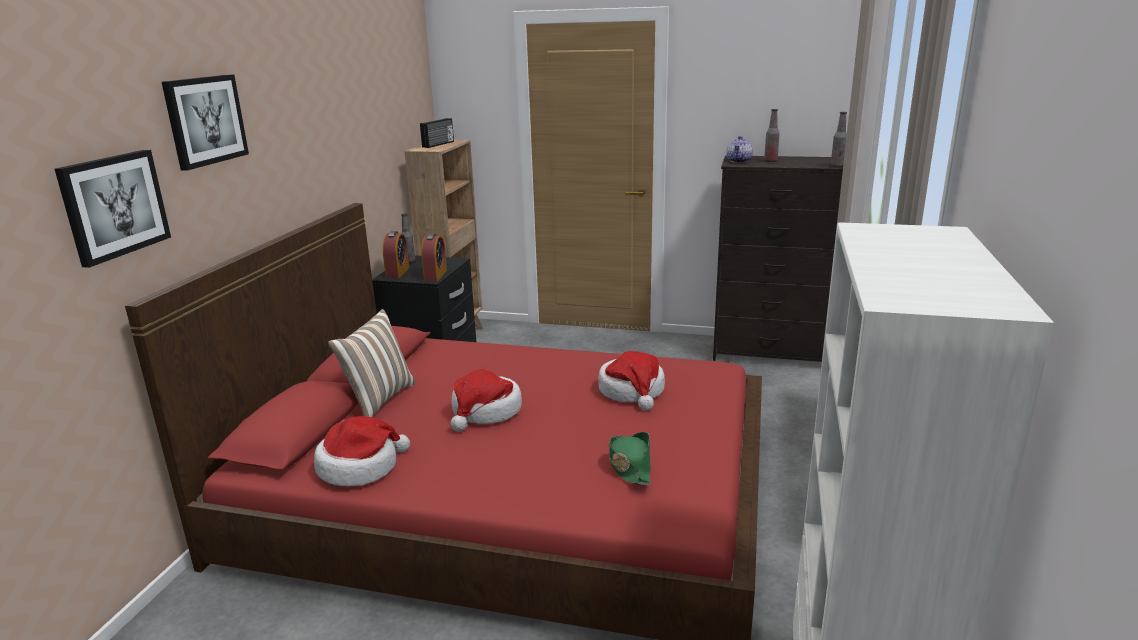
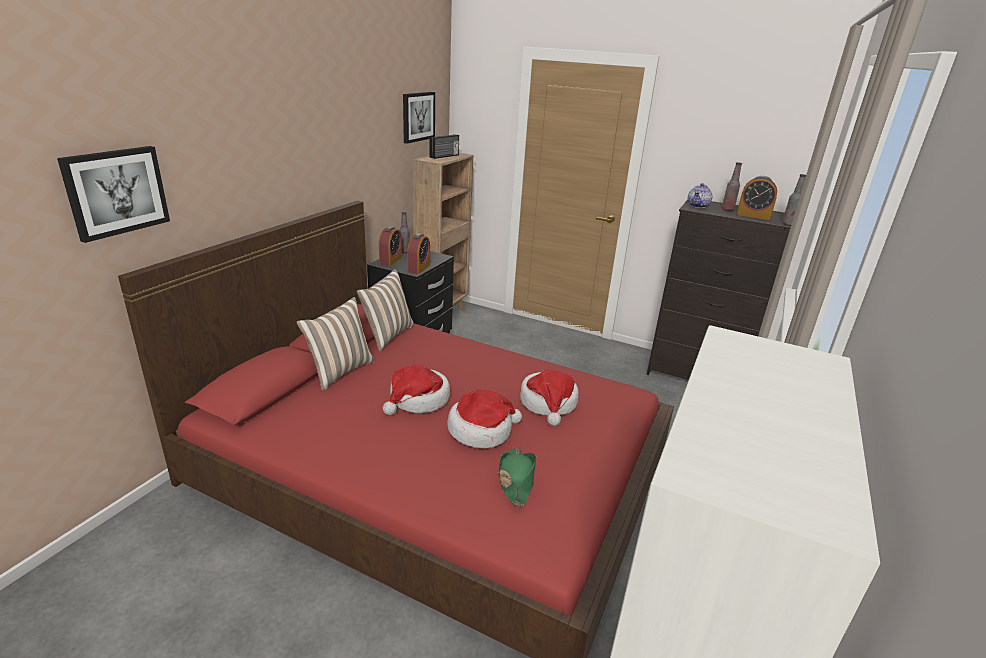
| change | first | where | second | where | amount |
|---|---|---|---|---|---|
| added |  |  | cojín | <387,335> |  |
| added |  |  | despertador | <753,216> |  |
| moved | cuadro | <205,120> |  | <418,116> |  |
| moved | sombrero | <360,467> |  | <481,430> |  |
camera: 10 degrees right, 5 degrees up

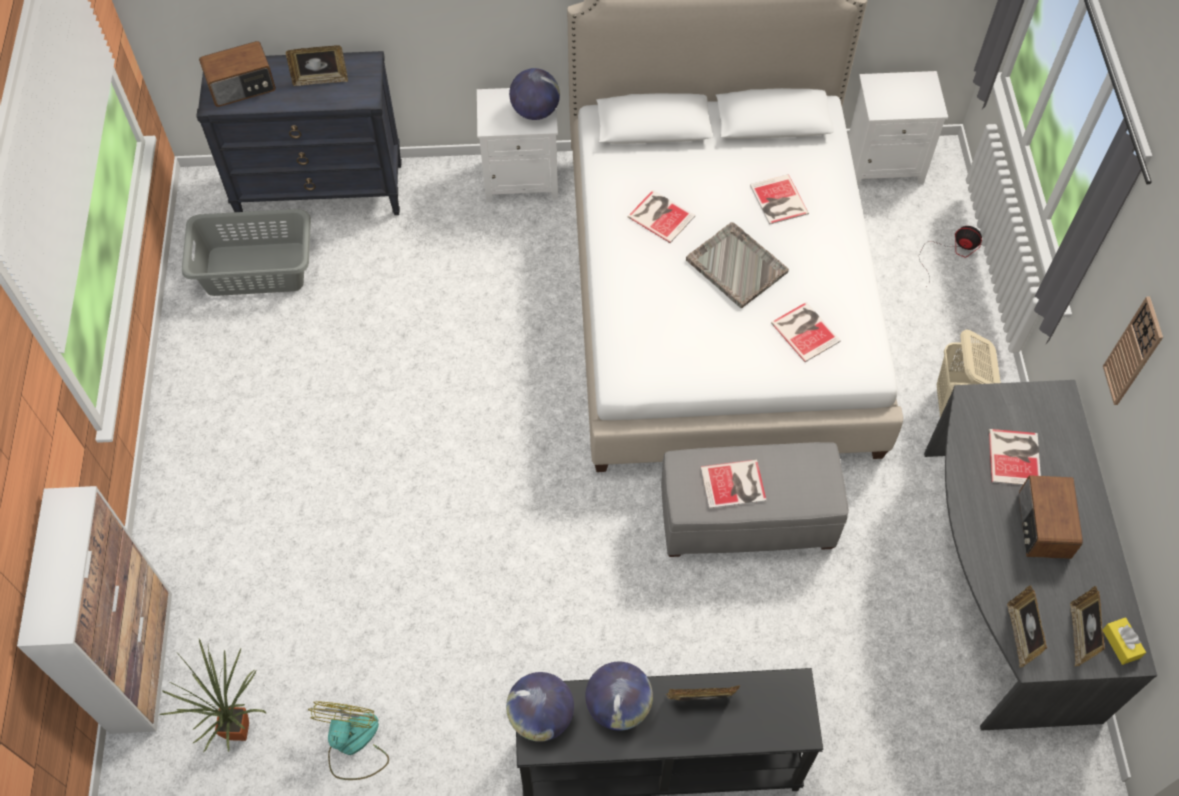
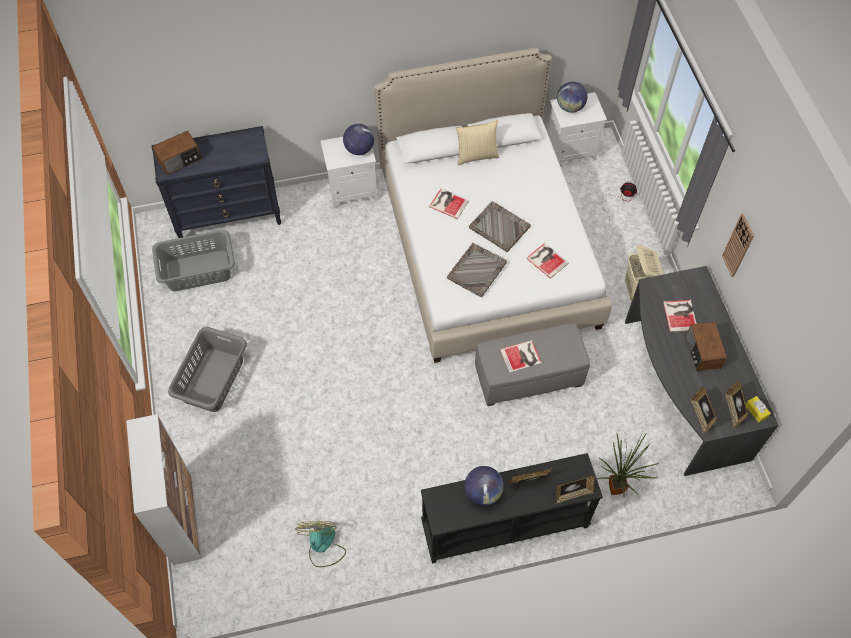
| change | first | where | second | where | amount |
|---|---|---|---|---|---|
| removed | libro | <778,201> |  |  |  |
| added |  |  | cesto de la ropa [gris] | <214,380> |  |
| added |  |  | bandeja [gris] | <477,270> |  |
| added |  |  | cojín | <476,155> |  |
| moved | planta en maceta | <243,732> |  | <618,489> |  |
| moved | portarretratos | <320,80> |  | <572,494> |  |
| moved | globo terráqueo | <541,716> |  | <570,107> |  |
camera: 10 degrees left, 0 degrees up

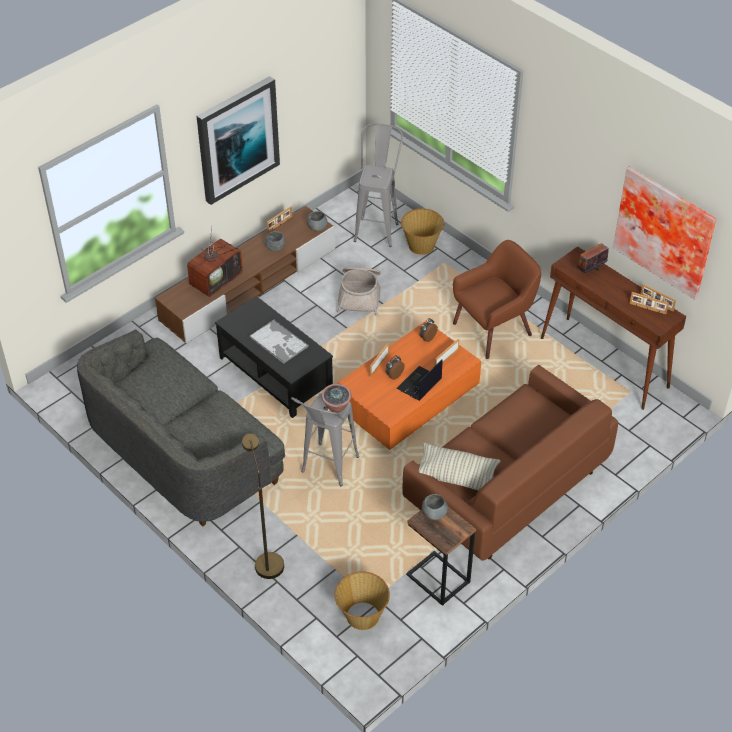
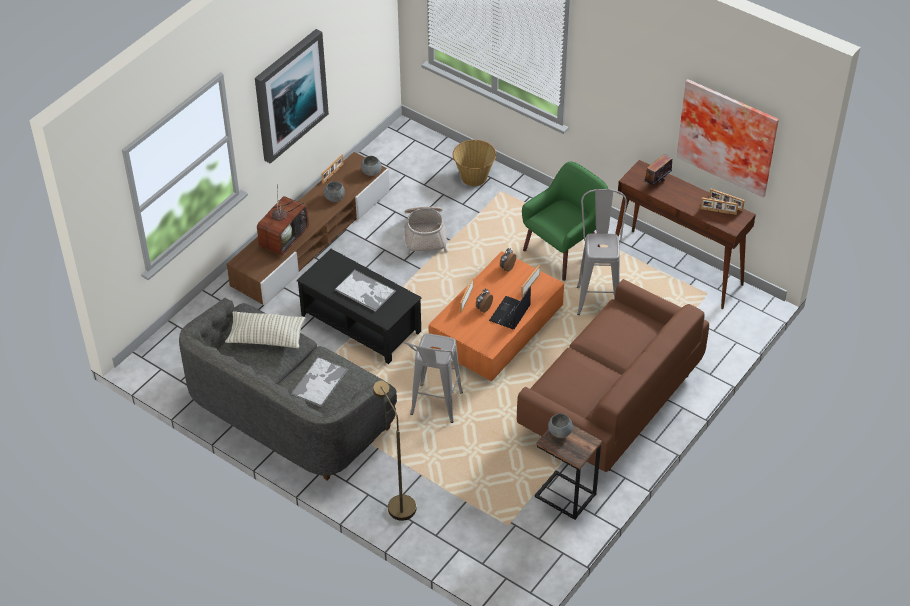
| change | first | where | second | where | amount |
|---|---|---|---|---|---|
| removed | planta en maceta | <336,407> |  |  |  |
| removed | cesta | <362,615> |  |  |  |
| added |  |  | bandeja | <319,382> |  |
| moved | taburete [gris] | <377,227> |  | <597,295> |  |
| moved | cojín | <456,475> |  | <266,337> |  |
| recoloured | sillón [marrón] | <493,329> | sillón [verde] | <564,251> |  |
camera: 10 degrees left, 0 degrees up

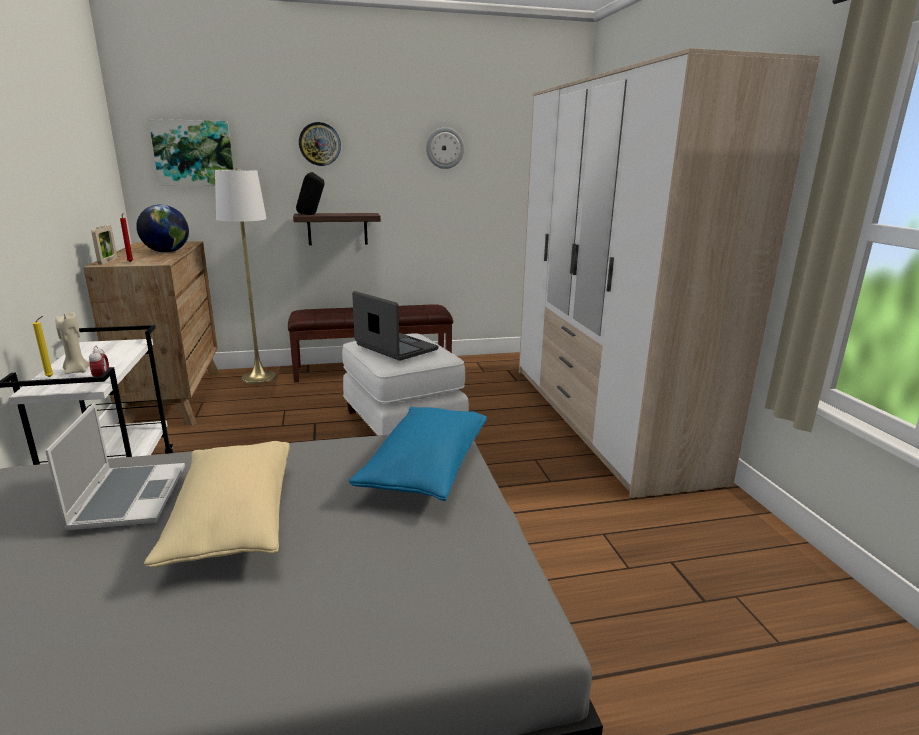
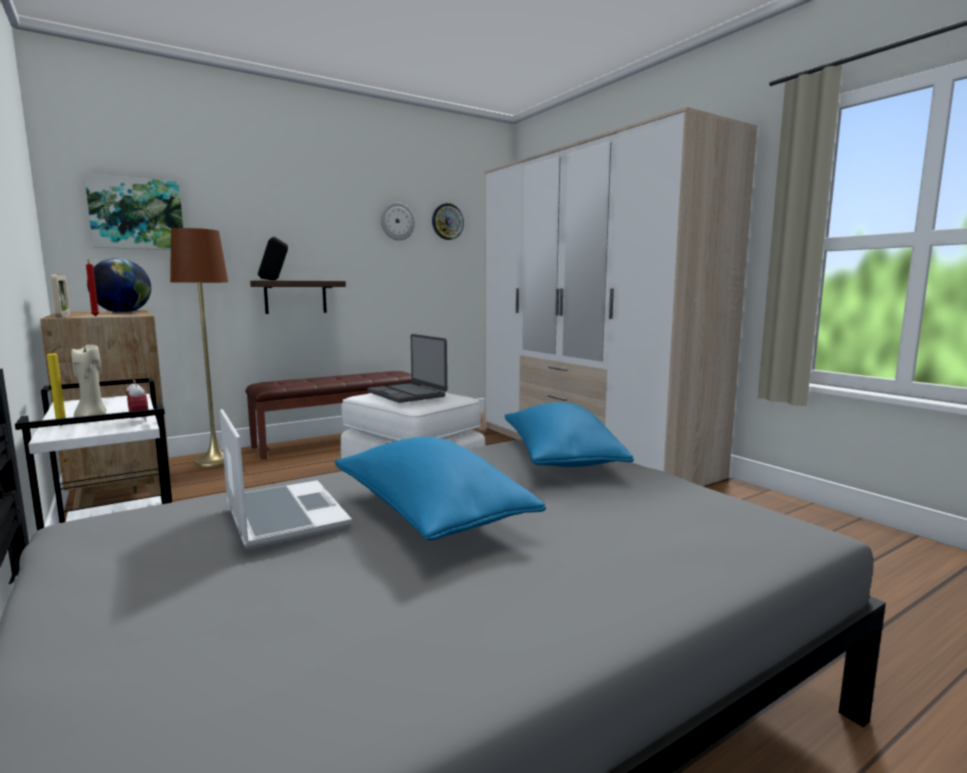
| change | first | where | second | where | amount |
|---|---|---|---|---|---|
| moved | reloj de pared | <320,144> |  | <447,221> |  |
| recoloured | cojín [beis] | <233,520> | cojín [azul] | <429,514> |  |
| recoloured | lámpara de pie [blanco] | <259,377> | lámpara de pie [marrón] | <215,460> |  |
| turned | portátil | <395,348> |  | <407,394> | 150 degrees counterclockwise |
camera: 20 degrees left, 10 degrees down

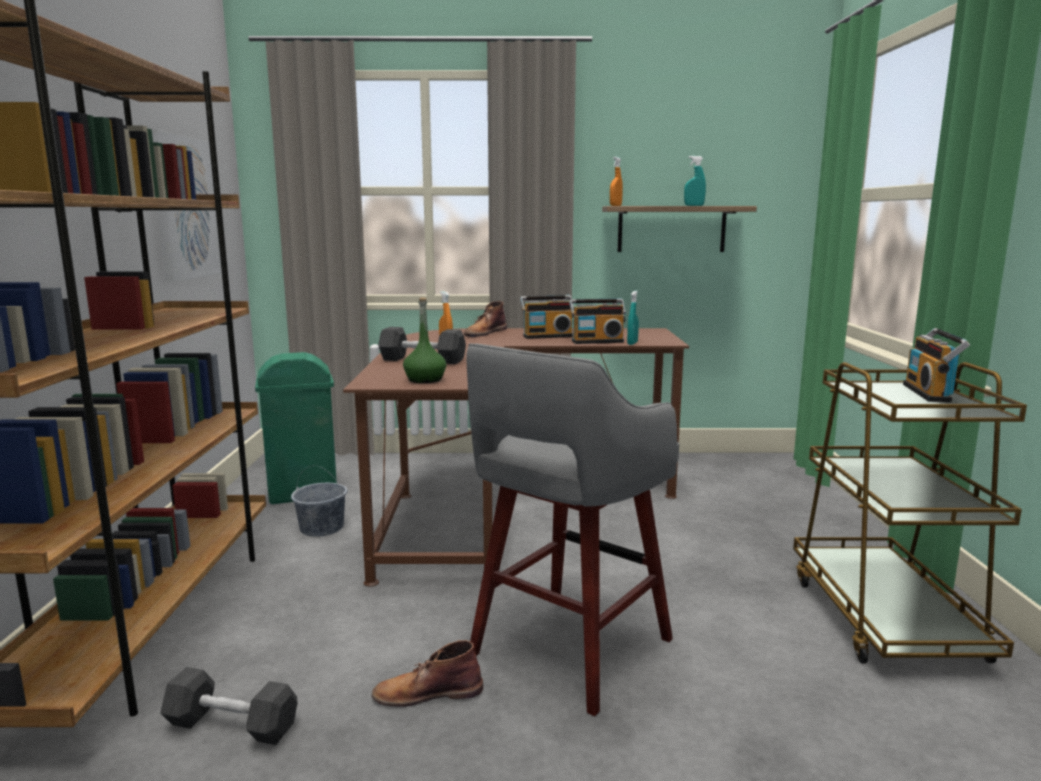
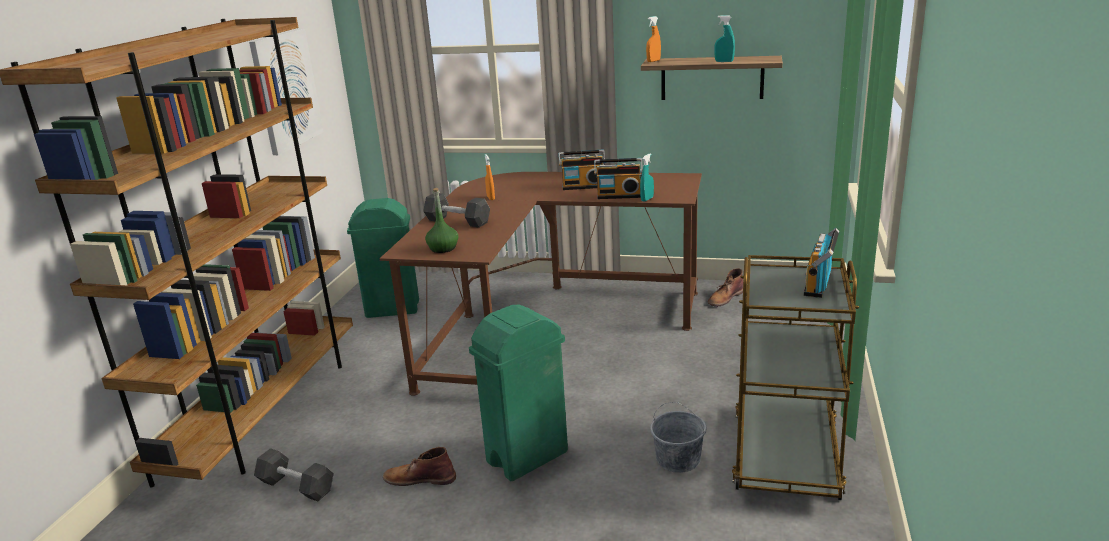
| change | first | where | second | where | amount |
|---|---|---|---|---|---|
| moved | cubo [gris] | <322,528> |  | <678,459> |  |
| moved | bota [marrón] | <484,332> |  | <725,298> |  |
| replaced | taburete [gris] | <567,650> | papelera [verde] | <526,457> |  |
camera: 15 degrees right, 10 degrees up

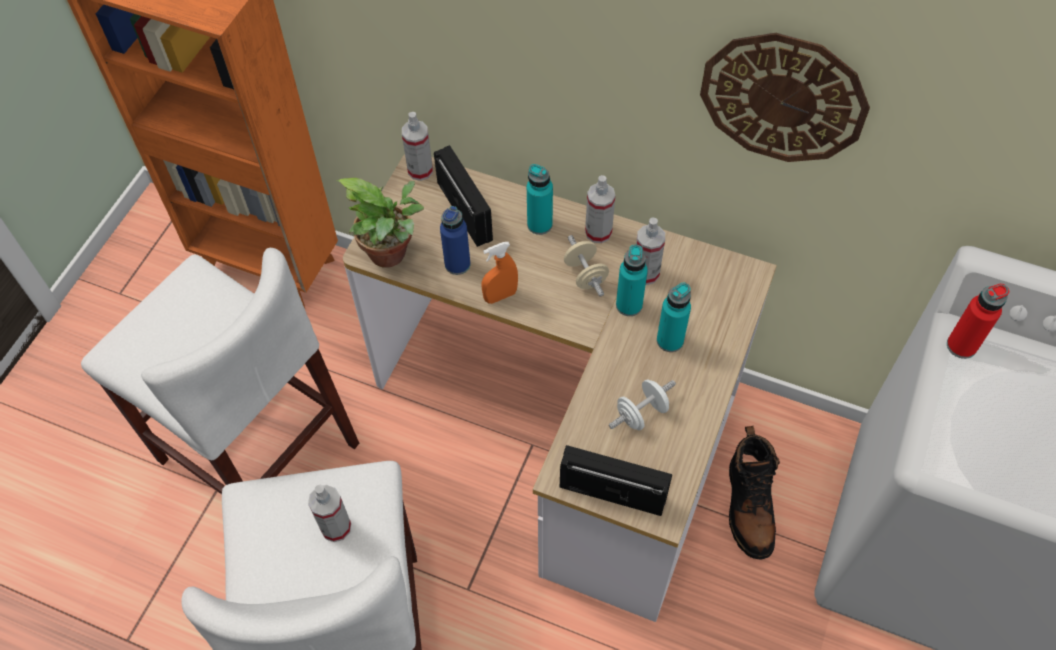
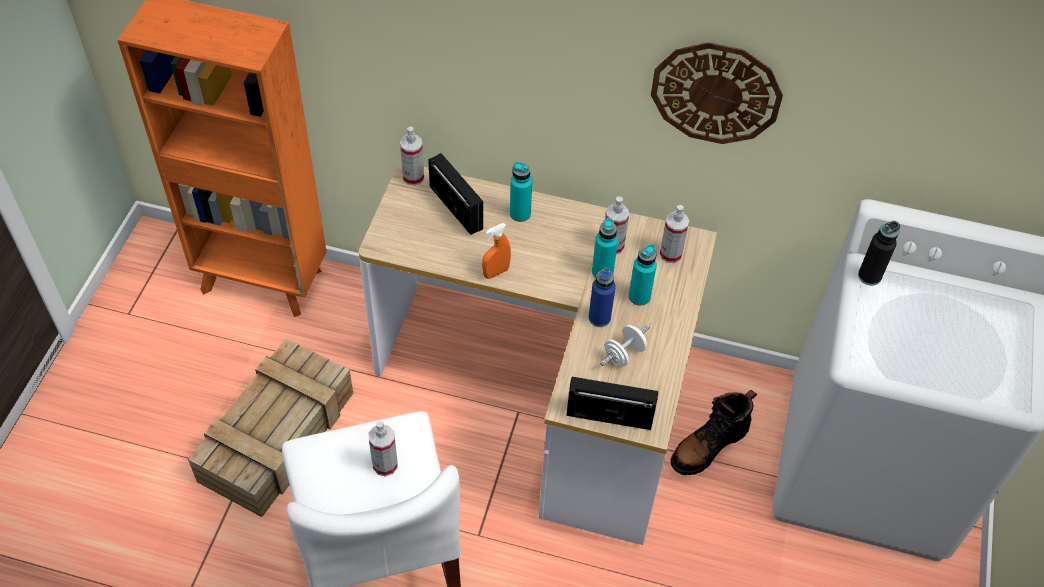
| change | first | where | second | where | amount |
|---|---|---|---|---|---|
| removed | planta en maceta | <392,254> |  |  |  |
| removed | mancuerna [beis] | <585,275> |  |  |  |
| moved | botella [azul] | <457,264> |  | <599,318> |  |
| moved | pulverizador | <598,232> |  | <670,254> |  |
| replaced | taburete [blanco] | <257,452> | caja de embalaje | <276,439> |  |
| recoloured | botella [rojo] | <961,346> | botella [negro] | <869,276> |  |
| turned | bota [negro] | <749,506> |  | <709,446> | 60 degrees clockwise |
camera: 10 degrees left, 5 degrees down

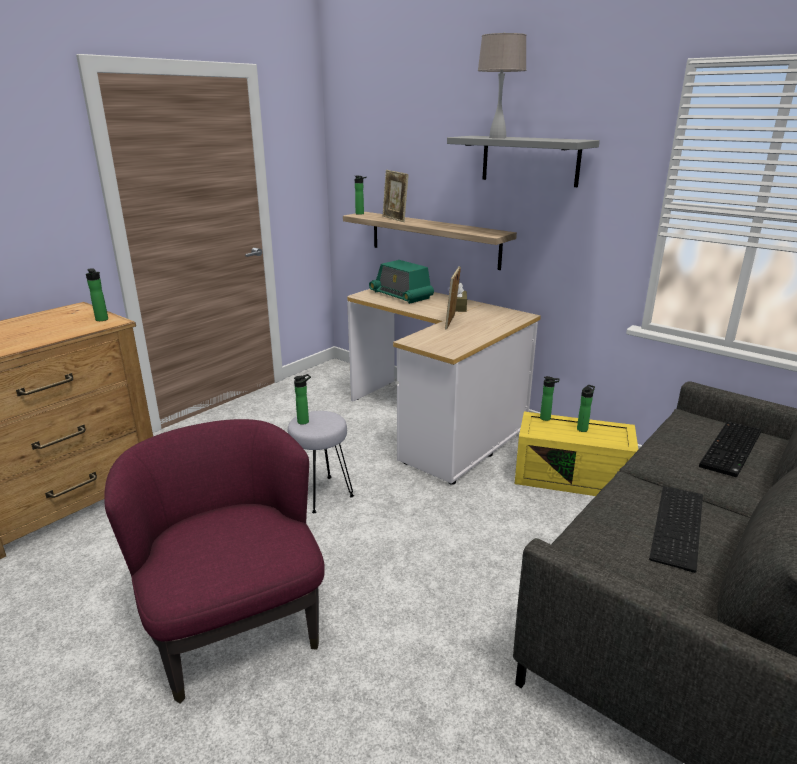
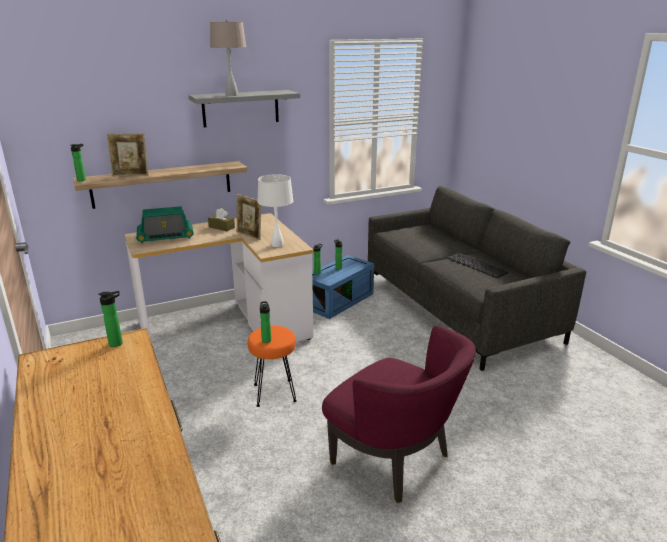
| change | first | where | second | where | amount |
|---|---|---|---|---|---|
| removed | teclado | <732,450> |  |  |  |
| added |  |  | lámpara de mesa [blanco] | <277,244> |  |
| recoloured | taburete [gris] | <321,494> | taburete [naranja] | <274,393> |  |
| recoloured | caja de almacenaje [amarillo] | <573,476> | caja de almacenaje [azul] | <338,300> |  |
| turned | sillón [morado] | <234,627> |  | <394,460> | 135 degrees counterclockwise |
camera: 65 degrees left, 0 degrees up

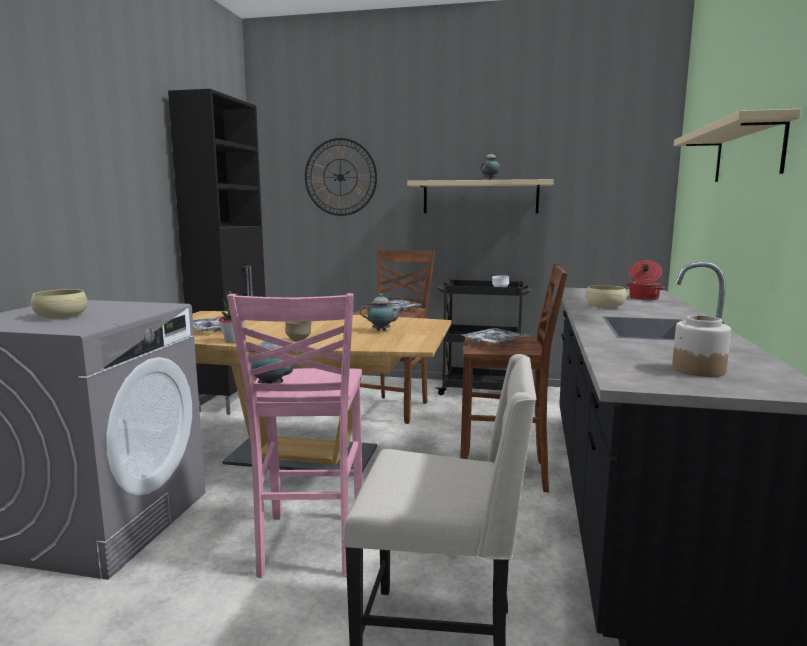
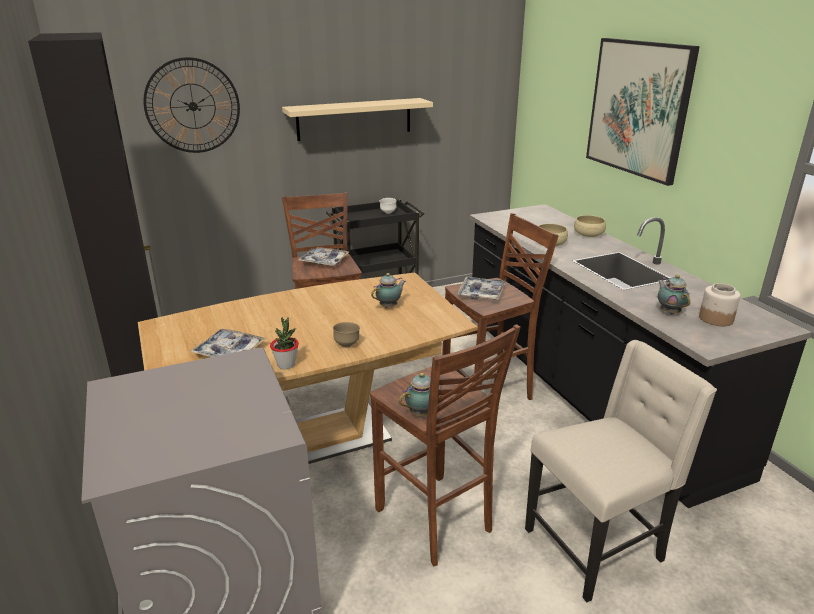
| change | first | where | second | where | amount |
|---|---|---|---|---|---|
| removed | olla | <643,298> |  |  |  |
| moved | cuenco [beis] | <61,316> |  | <588,234> |  |
| moved | tetera | <490,180> |  | <669,312> |  |
| replaced | estante [beis] | <747,152> | cuadro | <638,108> |  |
| recoloured | taburete [rosa] | <309,546> | taburete [marrón] | <435,521> |  |
camera: 35 degrees left, 15 degrees up

